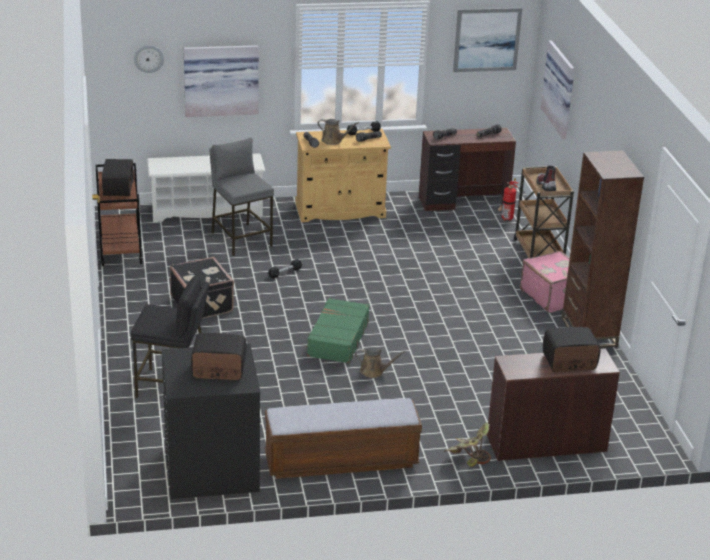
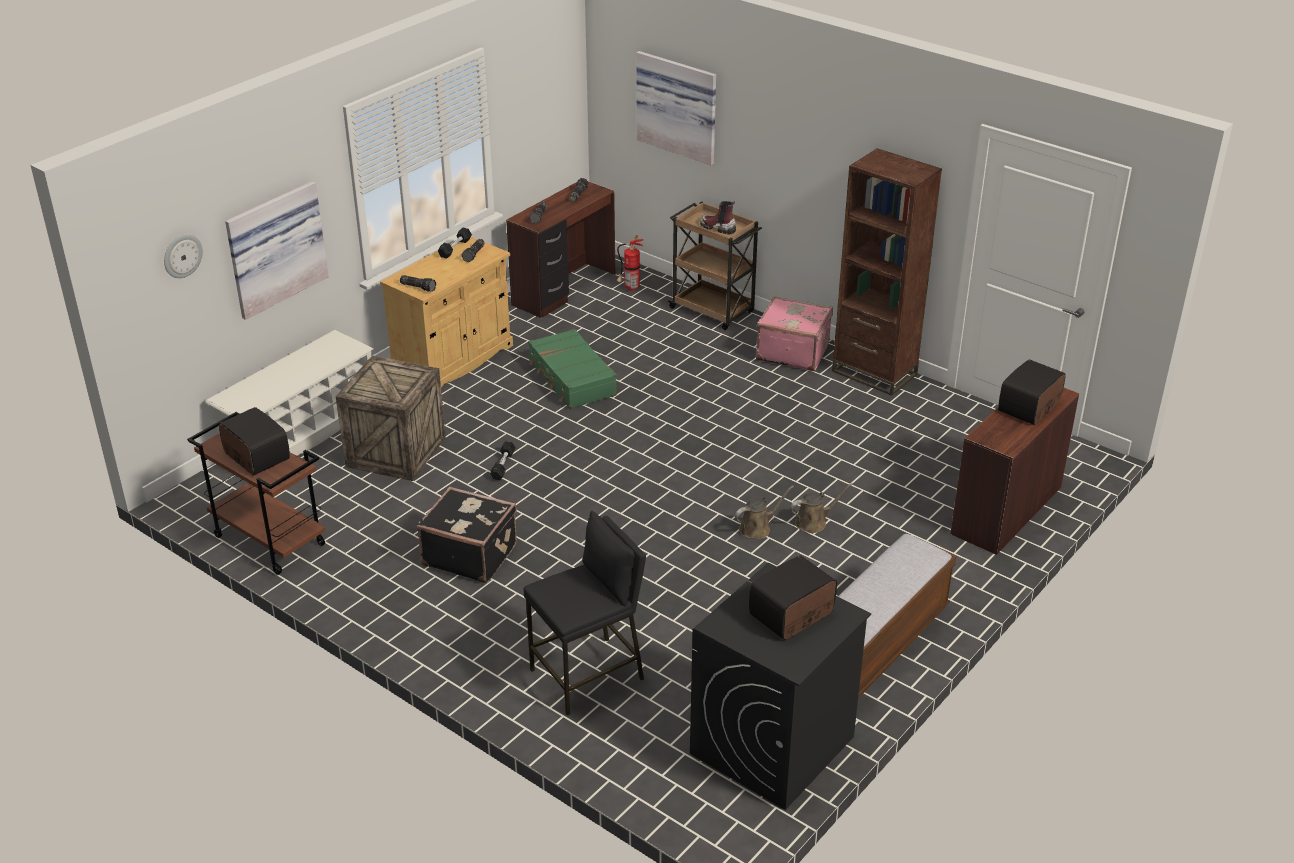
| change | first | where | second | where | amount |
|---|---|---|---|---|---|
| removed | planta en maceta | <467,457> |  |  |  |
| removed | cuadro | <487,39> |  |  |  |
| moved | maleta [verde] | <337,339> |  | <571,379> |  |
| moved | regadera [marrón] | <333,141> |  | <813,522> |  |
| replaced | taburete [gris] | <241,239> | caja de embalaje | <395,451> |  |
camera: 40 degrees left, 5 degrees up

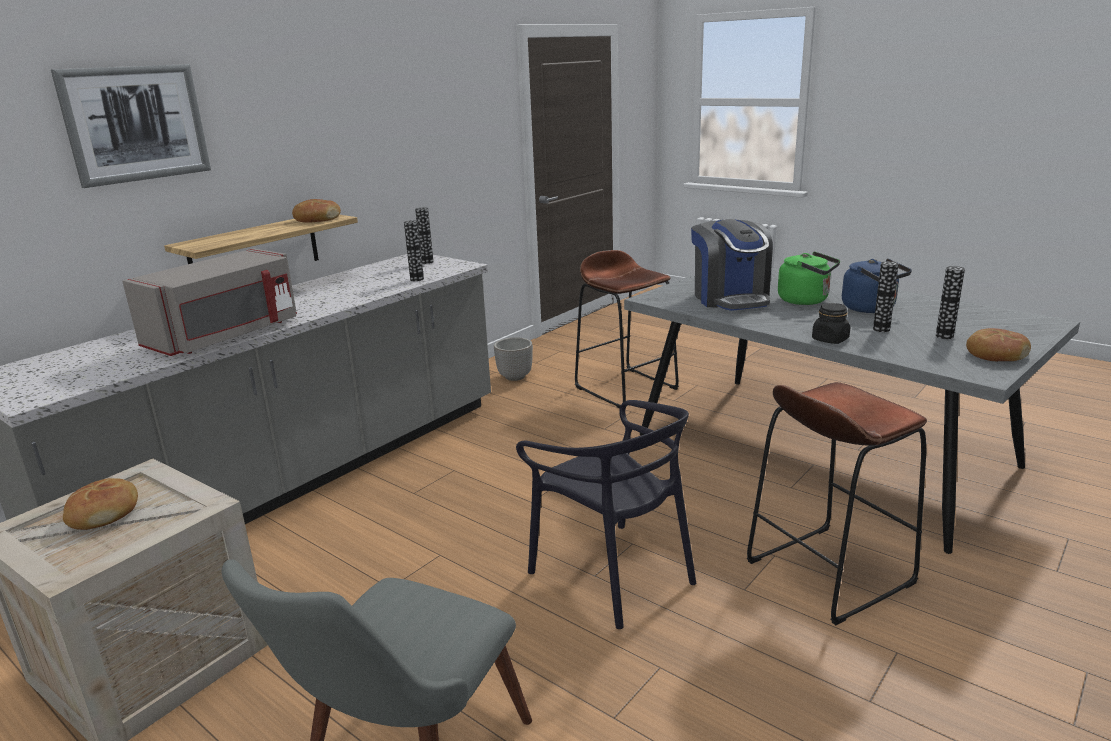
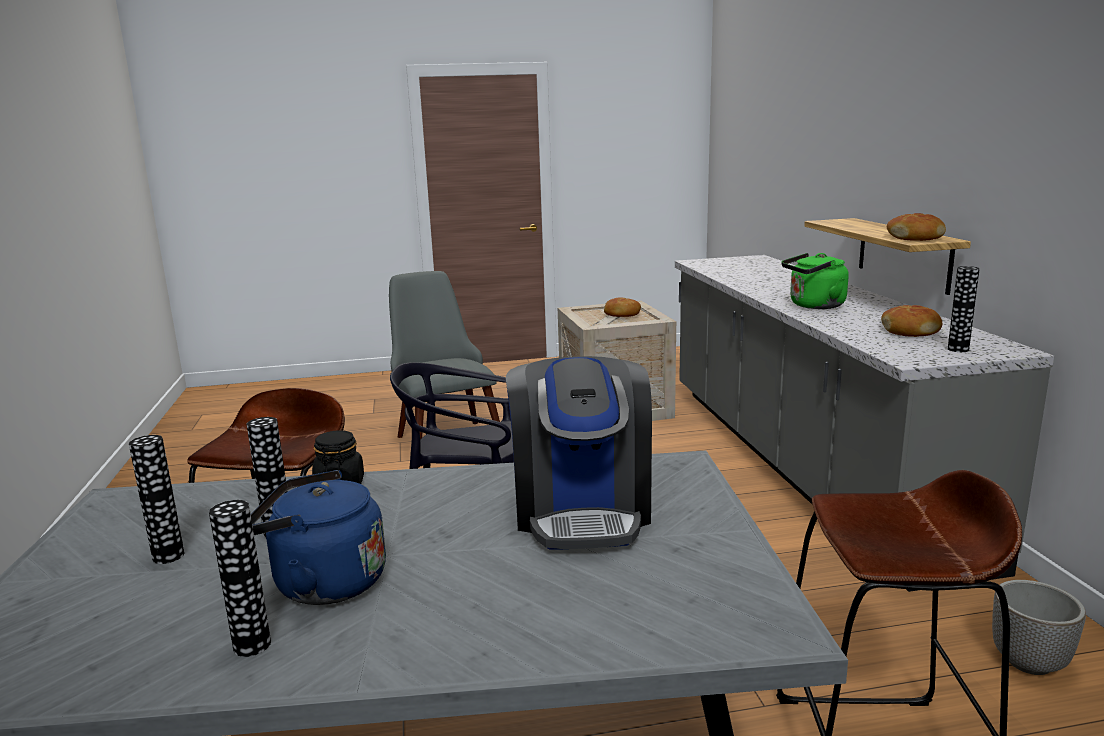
| change | first | where | second | where | amount |
|---|---|---|---|---|---|
| removed | cuadro | <136,124> |  |  |  |
| removed | microondas [gris] | <226,335> |  |  |  |
| moved | florero | <417,279> |  | <252,645> |  |
| moved | hervidor [verde] | <806,300> |  | <814,306> |  |
| moved | pan | <995,354> |  | <910,331> |  |
| turned | cafetera | <730,298> |  | <582,510> | 120 degrees counterclockwise |
camera: 130 degrees right, 5 degrees down

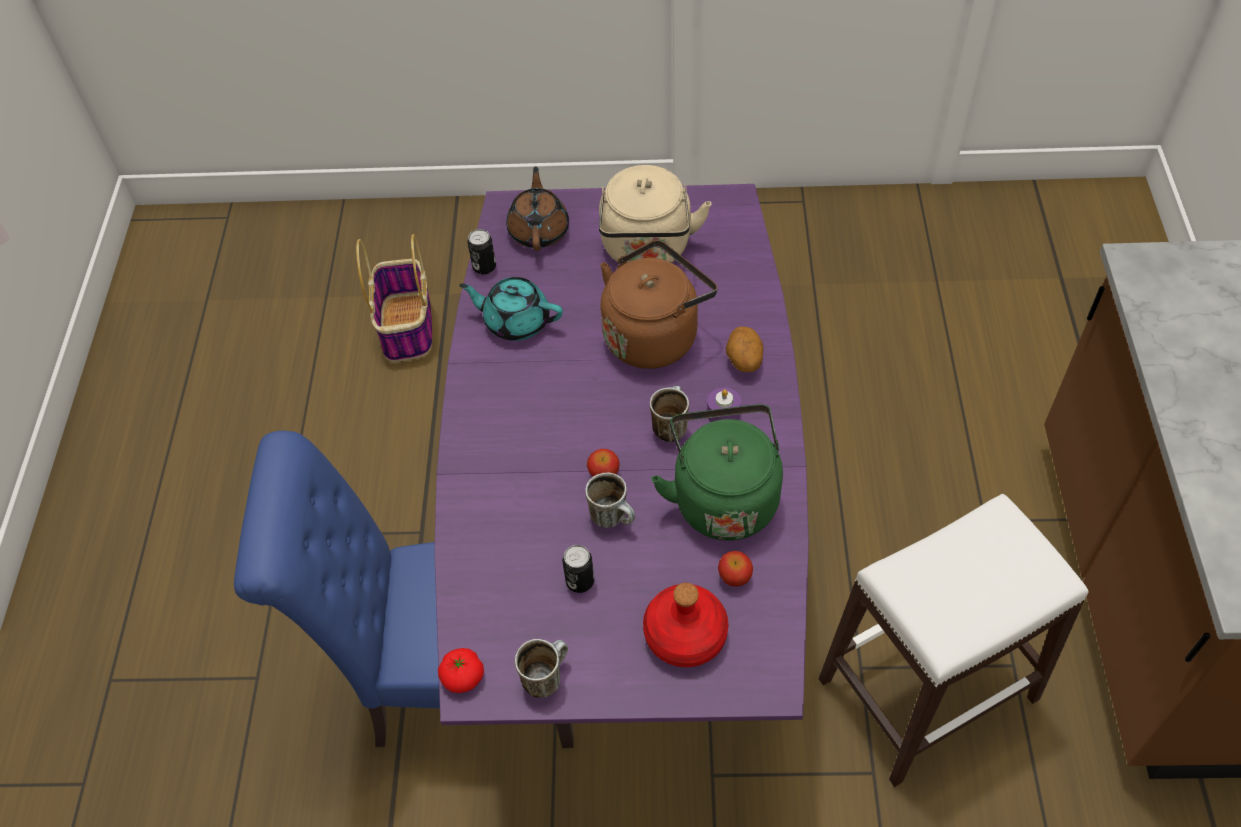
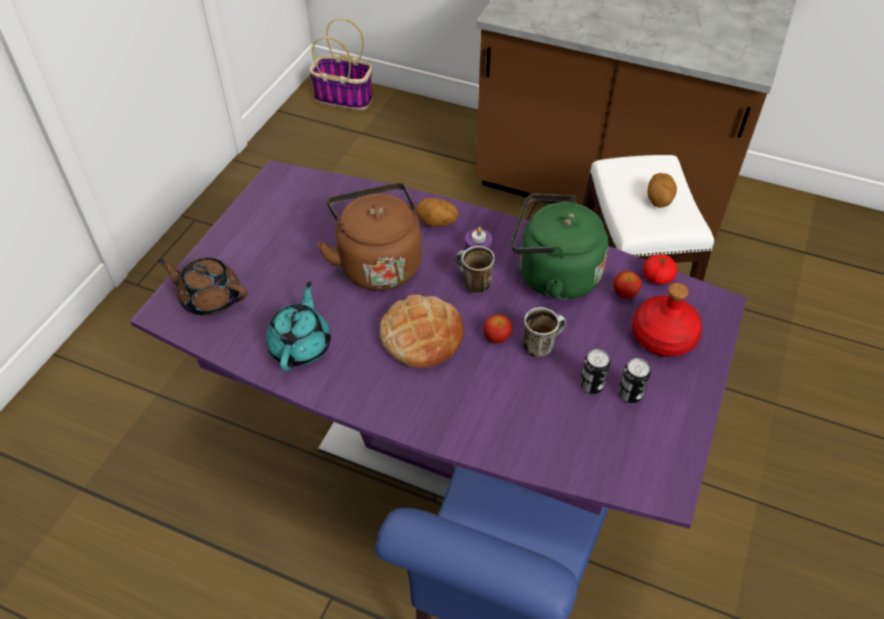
| change | first | where | second | where | amount |
|---|---|---|---|---|---|
| removed | taza grande | <545,676> |  |  |  |
| removed | hervidor [beis] | <647,250> |  |  |  |
| added |  |  | pan | <421,336> |  |
| added |  |  | patata | <659,200> |  |
| moved | cesta | <407,328> |  | <345,97> |  |
| moved | tomate | <463,677> |  | <657,277> |  |
| moved | lata | <484,267> |  | <630,394> |  |
| turned | tetera [turquesa] | <516,321> |  | <301,345> | 150 degrees clockwise |
camera: 70 degrees left, 5 degrees down

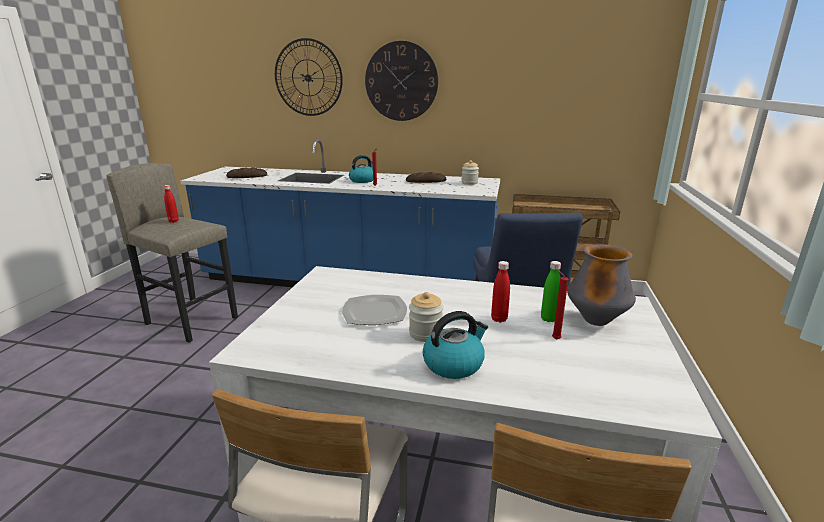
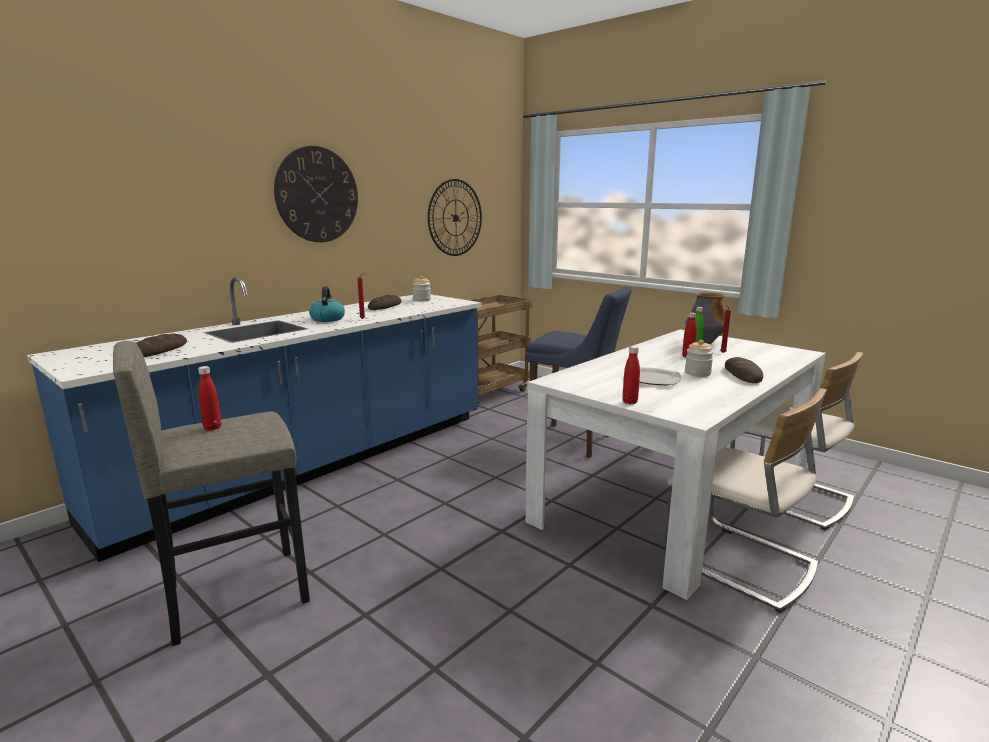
| change | first | where | second | where | amount |
|---|---|---|---|---|---|
| added |  |  | botella [rojo] | <629,402> |  |
| moved | reloj de pared | <308,78> |  | <455,218> |  |
| replaced | hervidor | <454,364> | pan | <742,374> |  |
camera: 60 degrees left, 5 degrees down

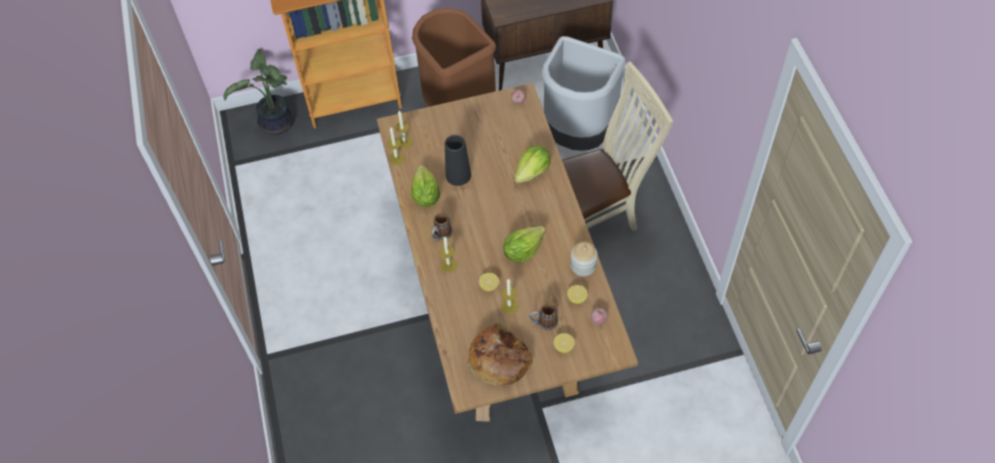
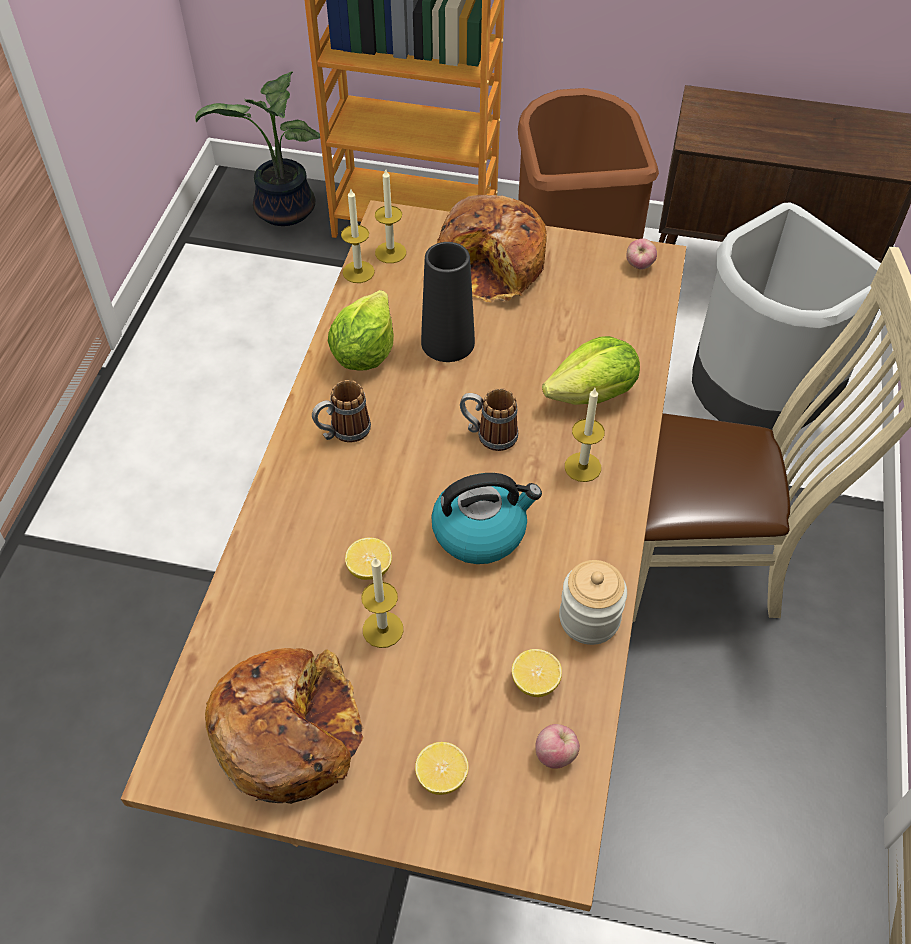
| change | first | where | second | where | amount |
|---|---|---|---|---|---|
| added |  |  | pan | <493,264> |  |
| moved | vela | <448,265> |  | <582,467> |  |
| moved | taza grande | <543,323> |  | <488,435> |  |
| replaced | lechuga | <522,251> | hervidor | <481,531> |  |
camera: 25 degrees right, 5 degrees down

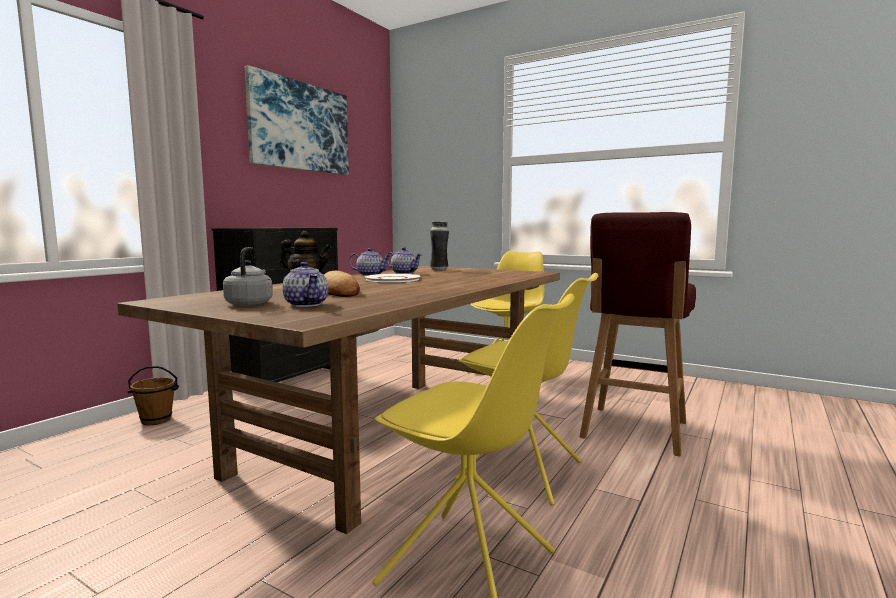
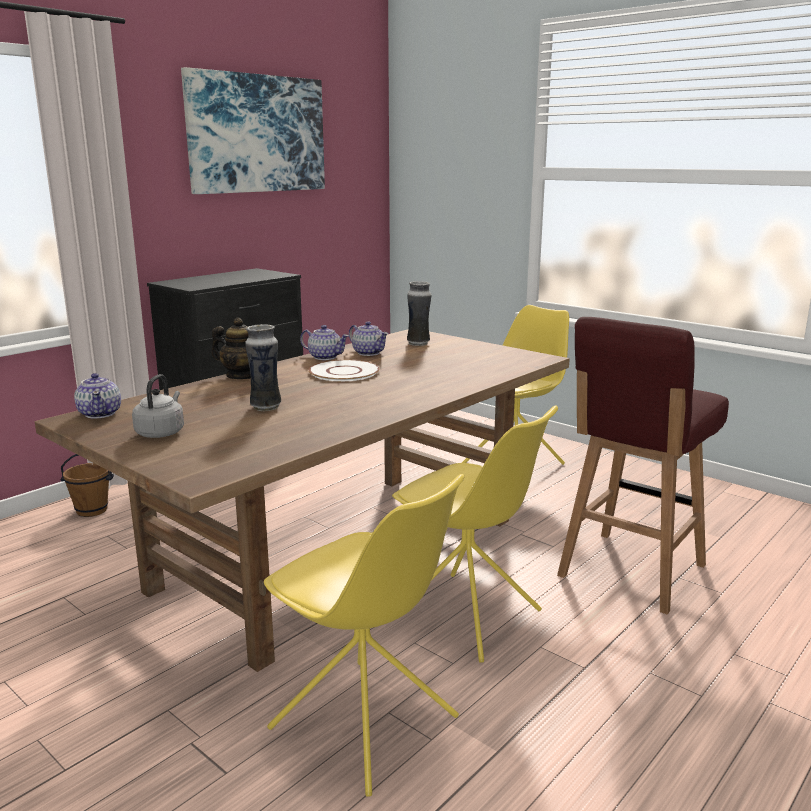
| change | first | where | second | where | amount |
|---|---|---|---|---|---|
| moved | tetera | <306,304> |  | <100,413> |  |
| replaced | pan | <339,292> | florero | <265,407> |  |
camera: 10 degrees right, 10 degrees up

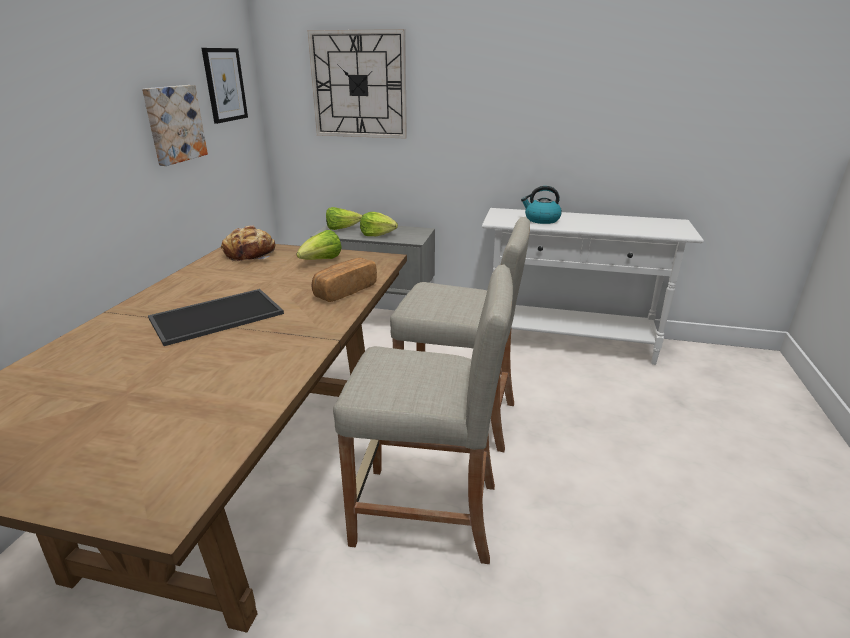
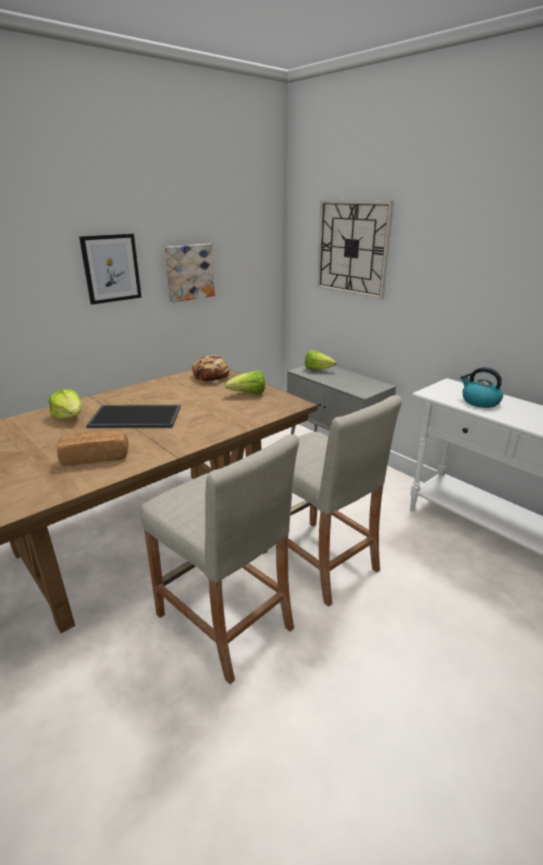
| change | first | where | second | where | amount |
|---|---|---|---|---|---|
| moved | cuadro | <224,85> |  | <111,268> |  |
| moved | pan | <344,291> |  | <95,458> |  |
| moved | lechuga | <377,234> |  | <69,416> |  |
camera: 35 degrees right, 0 degrees up

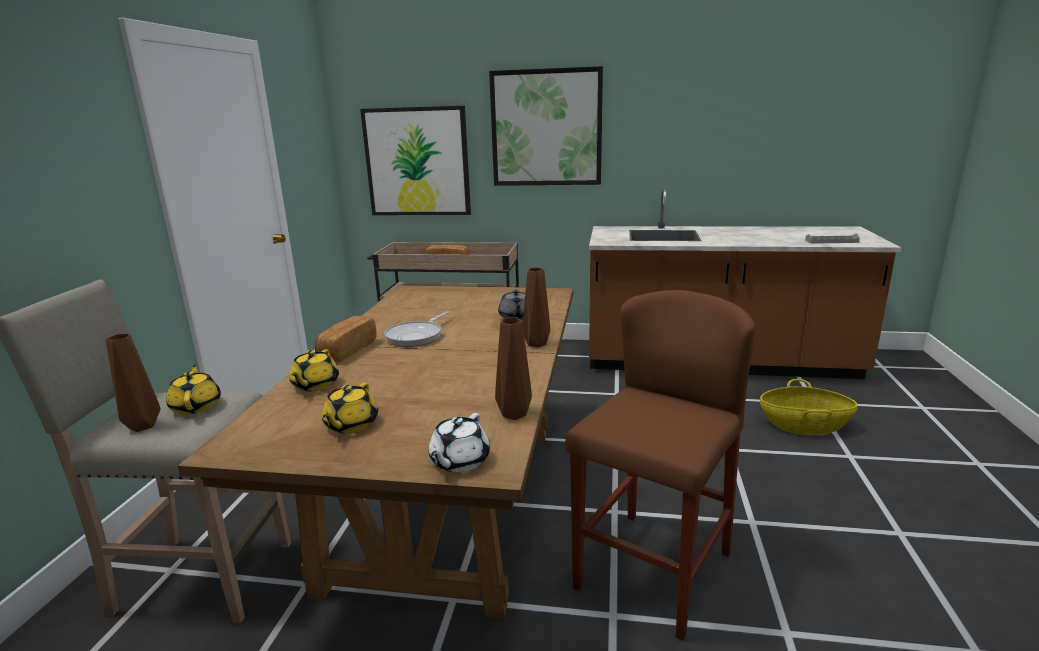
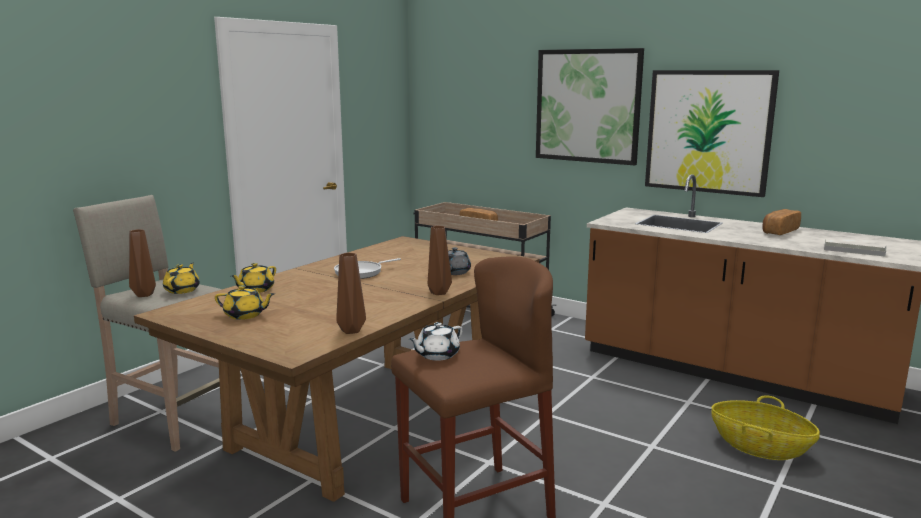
| change | first | where | second | where | amount |
|---|---|---|---|---|---|
| moved | pan | <346,351> |  | <779,231> |  |
| moved | cuadro | <417,162> |  | <708,131> |  |
| moved | tetera [blanco] | <459,461> |  | <436,355> |  |
| turned | tetera [amarillo] | <350,425> |  | <245,315> | 120 degrees counterclockwise |
camera: 25 degrees right, 5 degrees down

